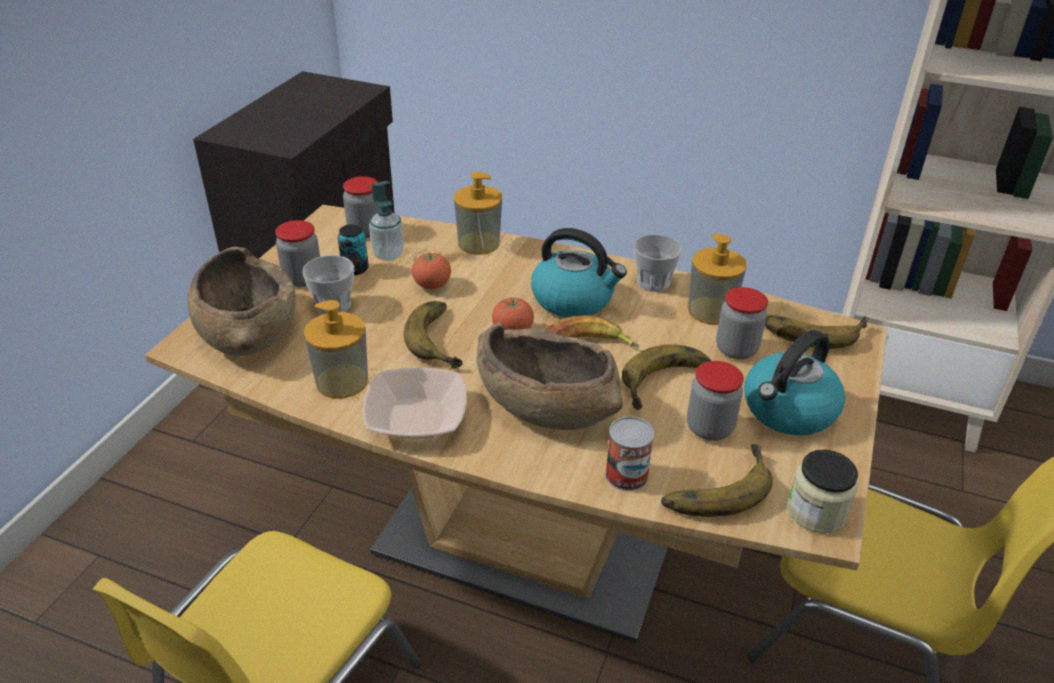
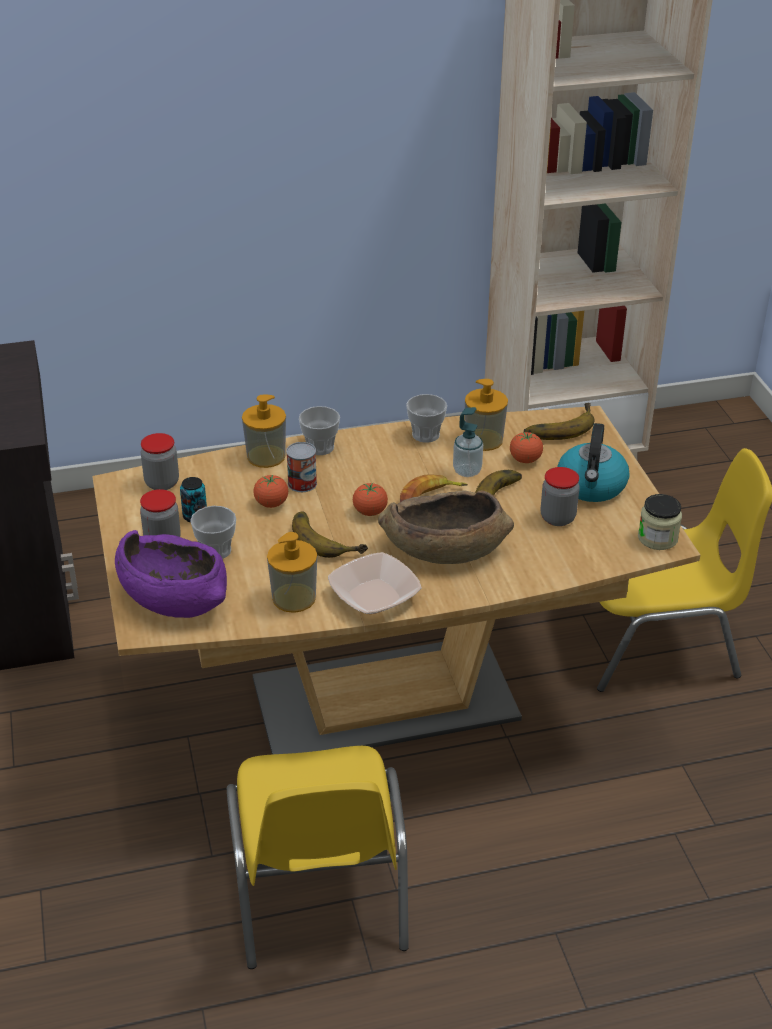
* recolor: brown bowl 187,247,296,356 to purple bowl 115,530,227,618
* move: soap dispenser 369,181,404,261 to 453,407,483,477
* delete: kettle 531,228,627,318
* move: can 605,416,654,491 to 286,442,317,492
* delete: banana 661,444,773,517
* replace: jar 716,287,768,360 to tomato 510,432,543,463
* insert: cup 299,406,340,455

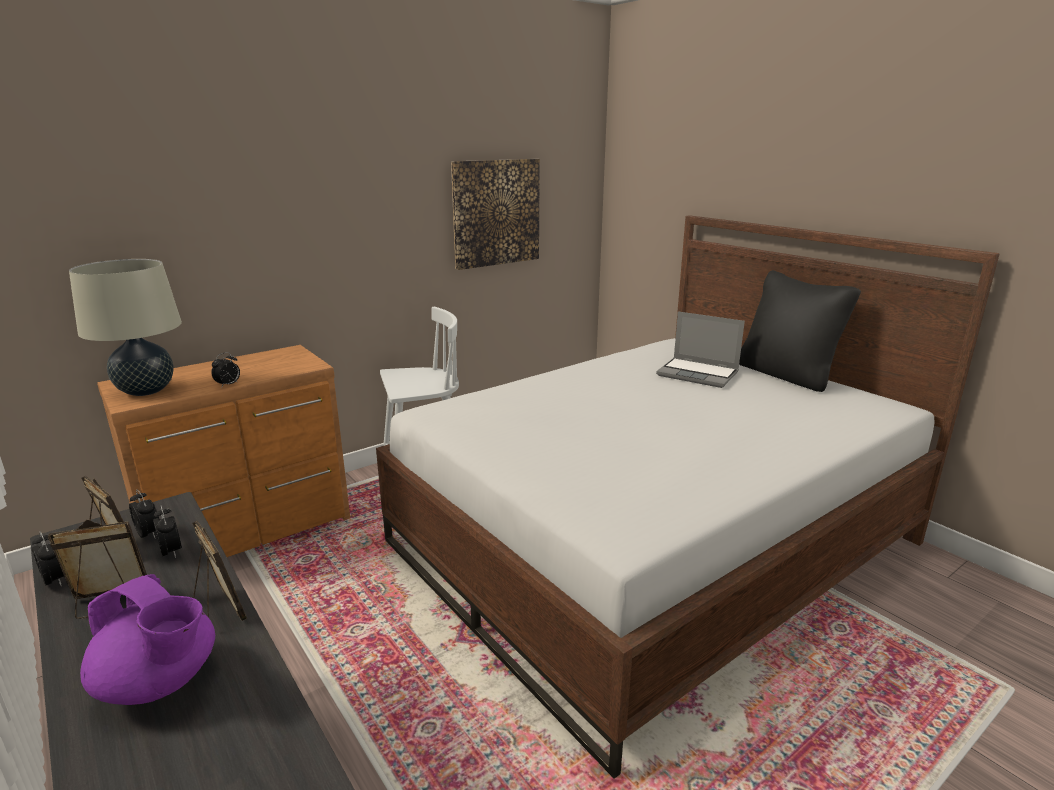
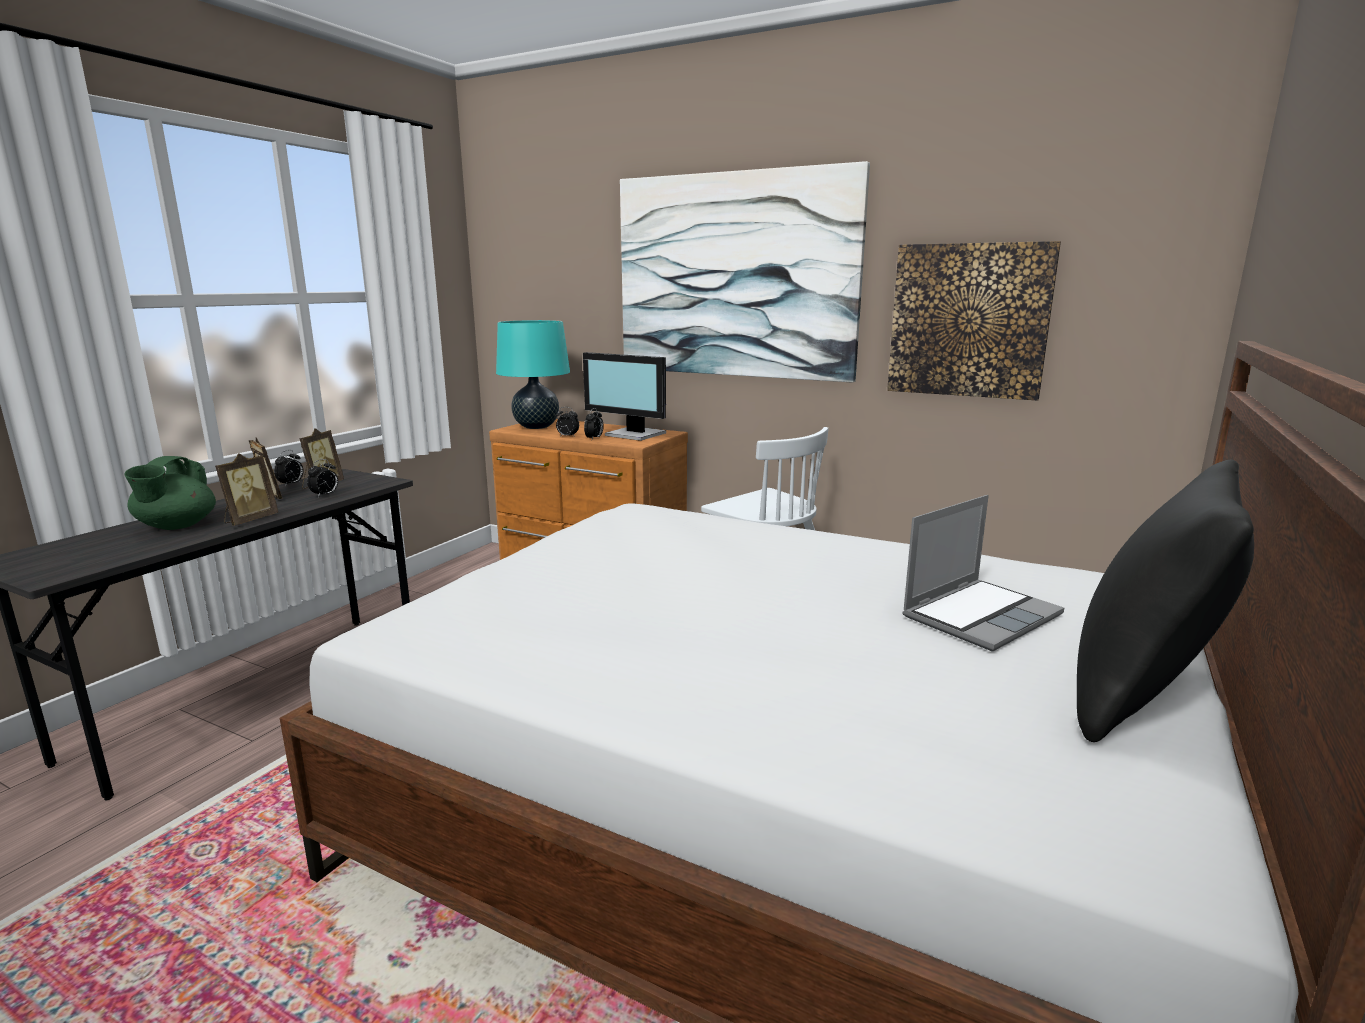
* recolor: beige table lamp 69,259,182,396 to turquoise table lamp 496,320,570,429
* recolor: purple teapot 80,574,215,705 to green teapot 124,456,216,530
* move: alarm clock 129,490,159,538 to 584,408,603,439
* rotate: laptop 656,311,745,388 = 902,495,1064,652 135 degrees counterclockwise
* insert: monitor 583,352,666,441
* insert: picture 620,161,870,383

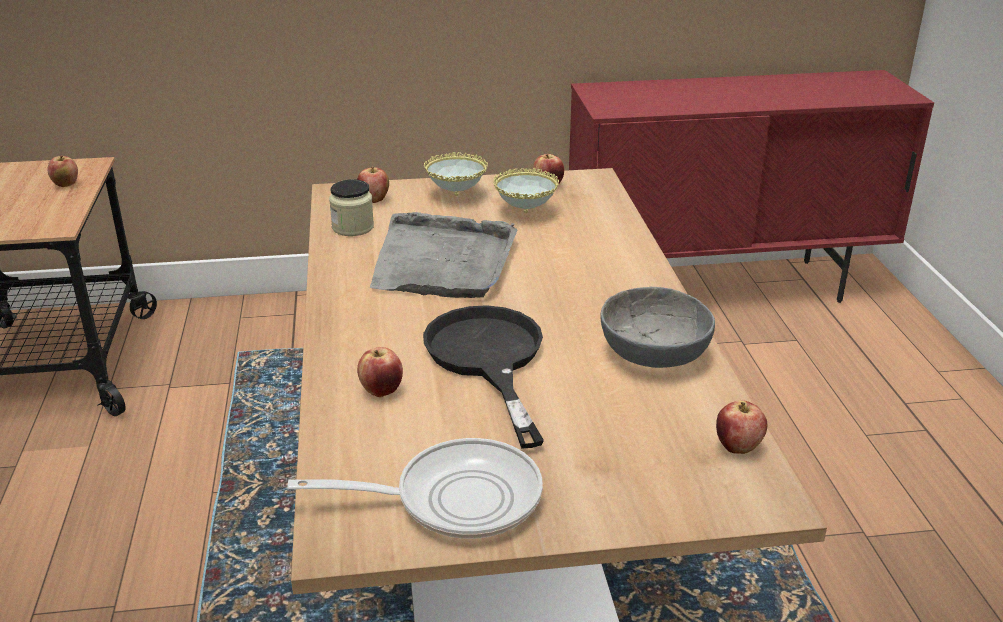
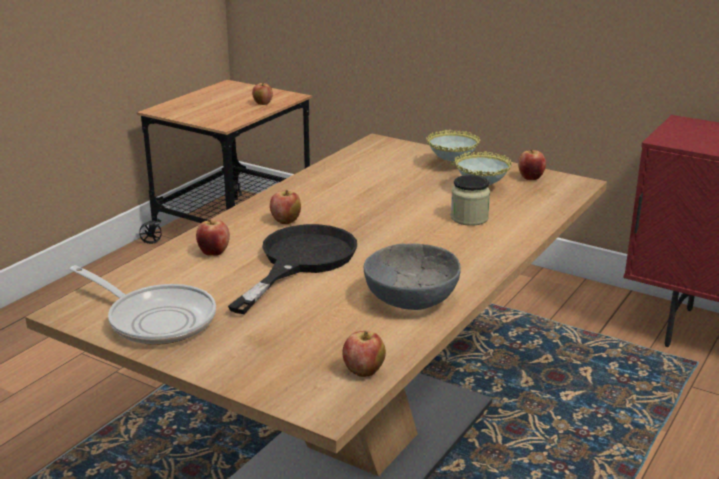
* move: jar 329,179,374,236 to 451,175,490,226
* move: apple 357,167,389,203 to 270,190,301,224
* delete: grey tray 370,212,518,298

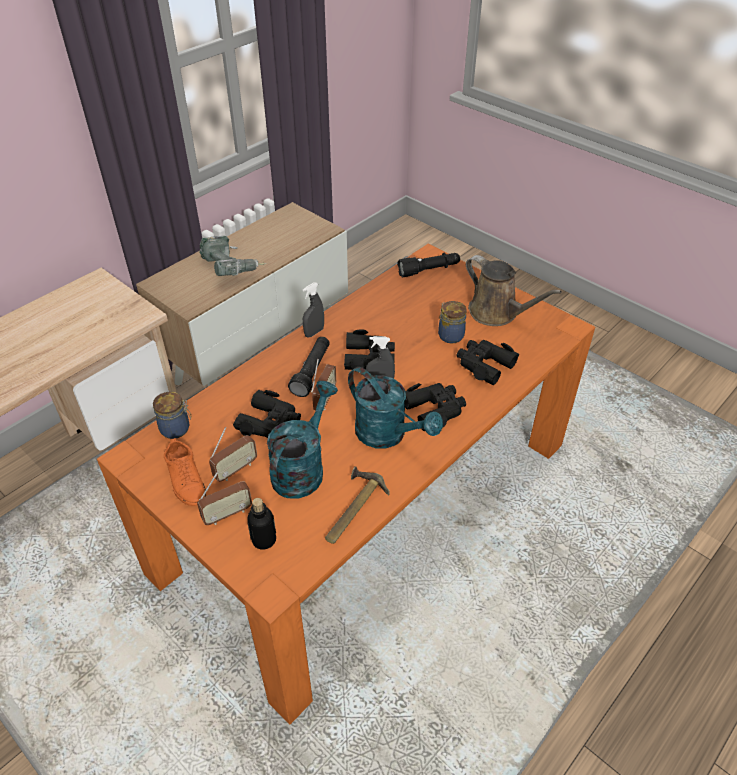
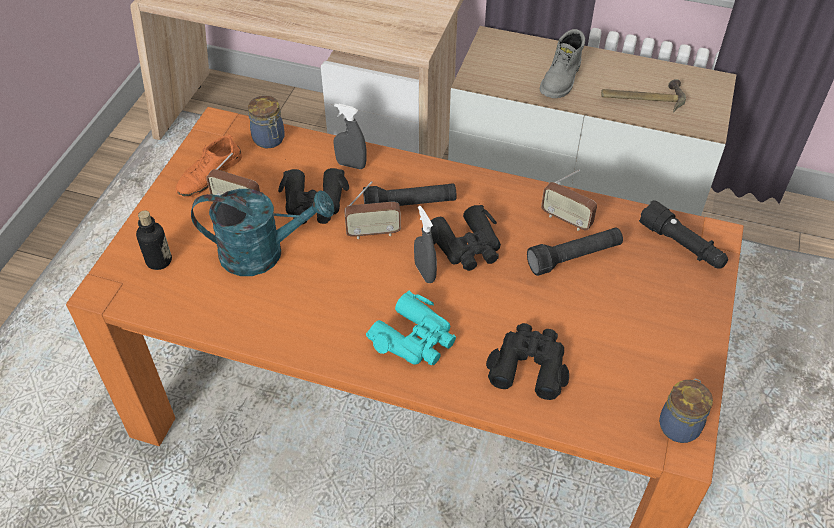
* move: radio 197,471,252,525 to 541,170,597,231
* replace: power drill 199,236,266,276 to grey boot 540,29,585,98
* move: grey spray bottle 303,282,324,338 to 334,104,367,169
* move: hammer 325,466,390,544 to 601,79,686,112
* delete: turquoise watering can 348,367,443,448
* recolor: black binoculars 404,383,466,431 to turquoise binoculars 366,291,456,365
* move: jar 438,301,467,344 to 659,378,713,443
* delete: brown watering can 466,255,562,326
* insert: black flashlight 527,228,623,276

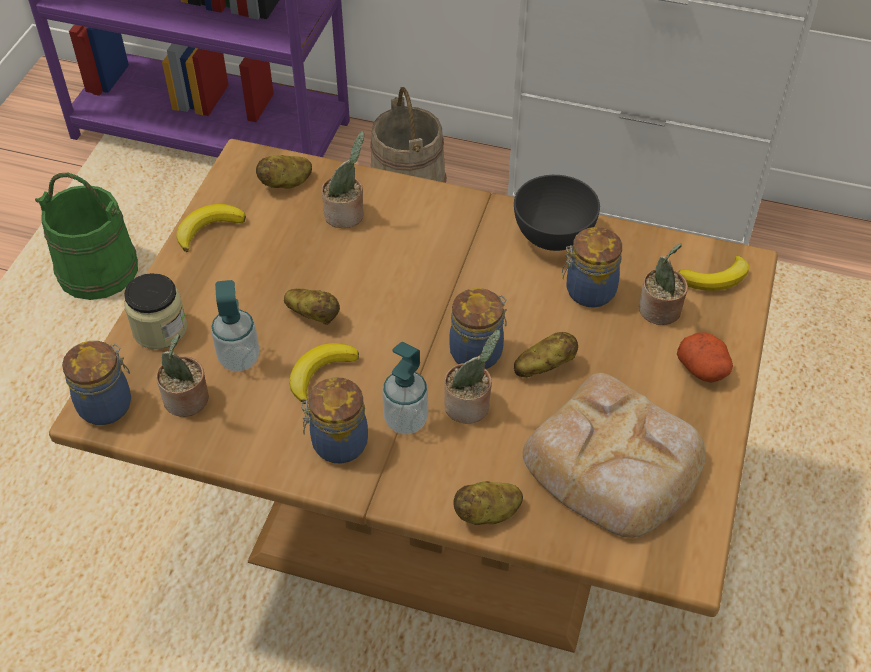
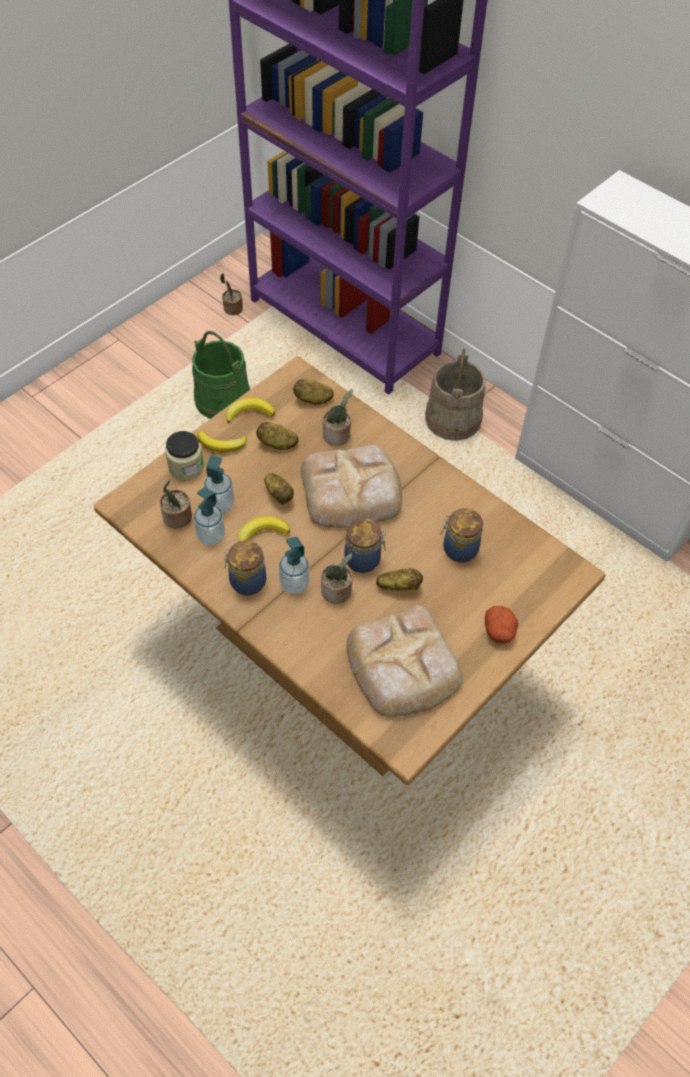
* delete: jar 62,341,131,425
* move: potato 453,481,523,525 to 256,422,298,450
* delete: grey bowl 514,175,600,251
* move: potted plant 639,244,688,325 to 220,273,243,315
* move: banana 679,255,749,291 to 197,430,247,453
* insert: soap dispenser 194,488,225,546
* insert: bread 301,445,402,528

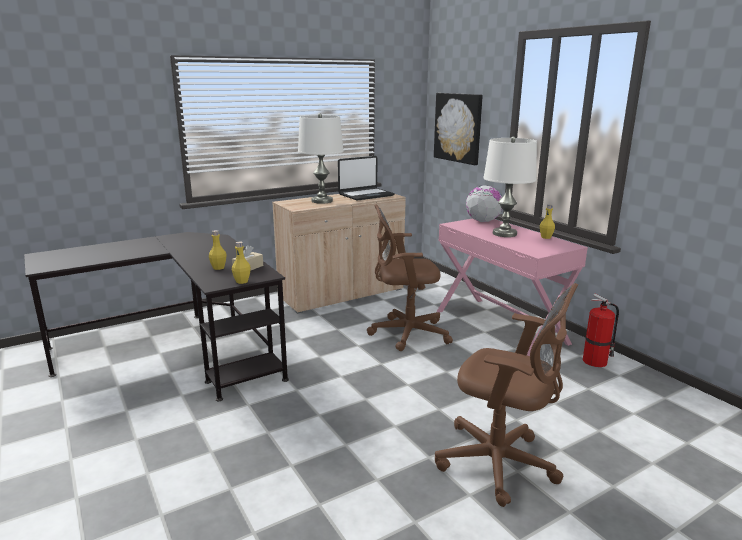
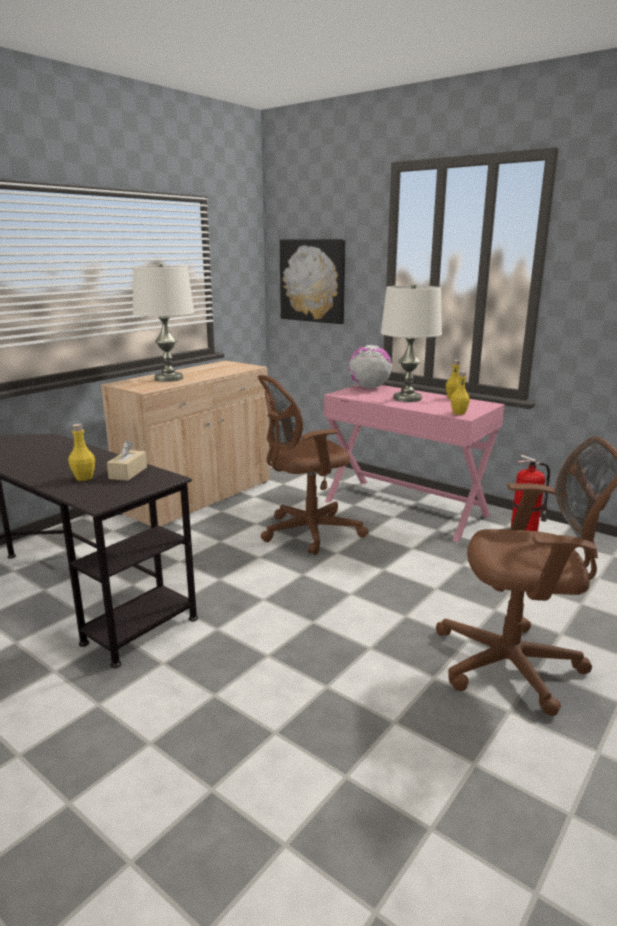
* move: yellow bottle 232,241,251,284 to 451,371,470,415
* delete: laptop 338,156,395,201

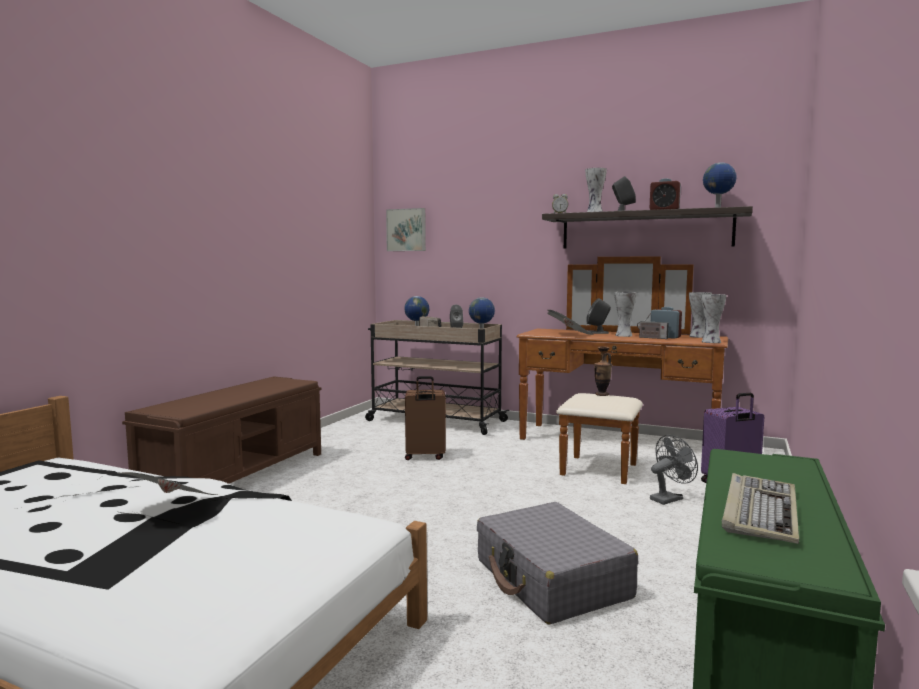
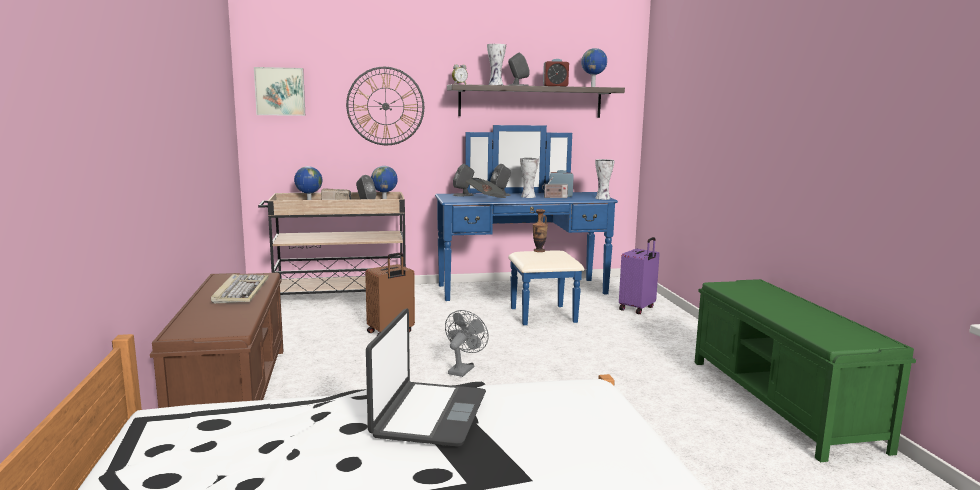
* replace: newspaper 117,472,218,495 to laptop 366,308,486,447
* delete: grey suitcase 477,502,638,625
* recolor: brown dresser 517,256,728,484 to blue dresser 435,125,618,325
* move: grey fan 650,435,698,505 to 445,310,489,377
* delete: vase 689,292,712,338
* move: keyboard 722,473,800,544 to 211,274,269,304
* insert: wall clock 346,67,424,145
* insert: grey speaker 453,164,474,196

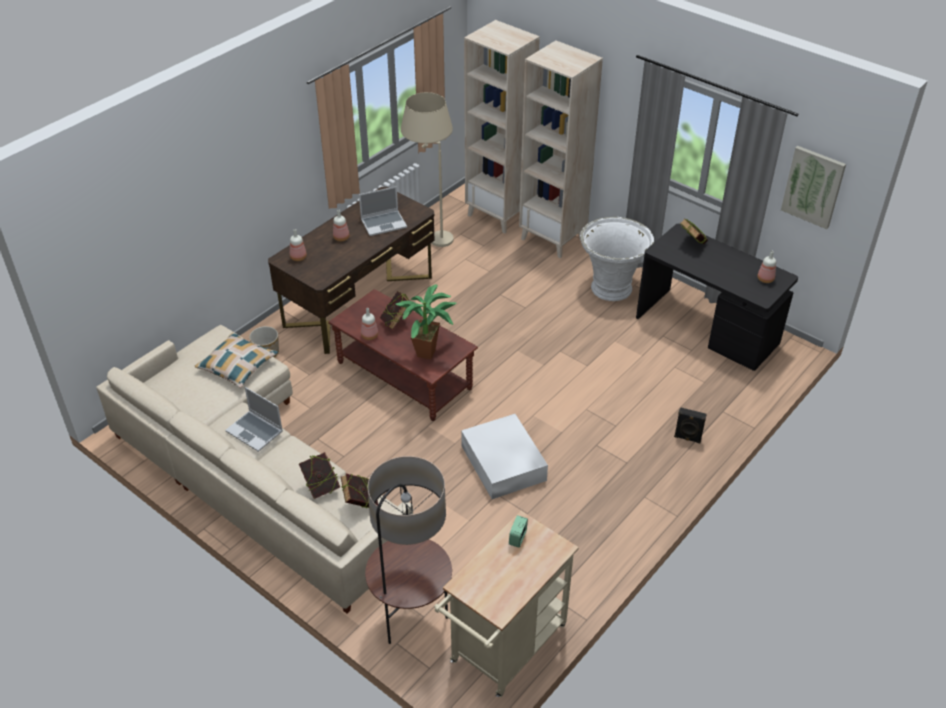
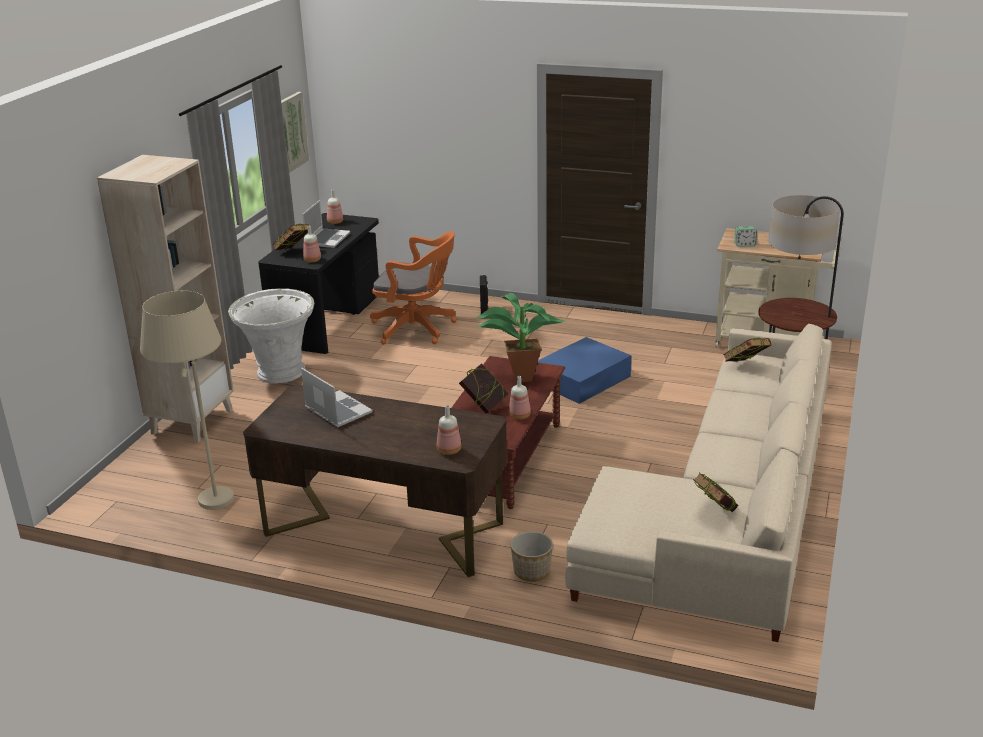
* delete: pillow 195,332,278,388
* move: laptop 225,387,283,452 to 302,200,350,248
* move: book 299,452,340,499 to 693,473,738,512
* move: bottle 333,210,350,241 to 303,226,321,262
* recolor: white storage box 461,414,548,499 to blue storage box 538,337,631,404
* delete: beige bookcase 464,20,540,234
* insert: orange office chair 370,231,457,345

